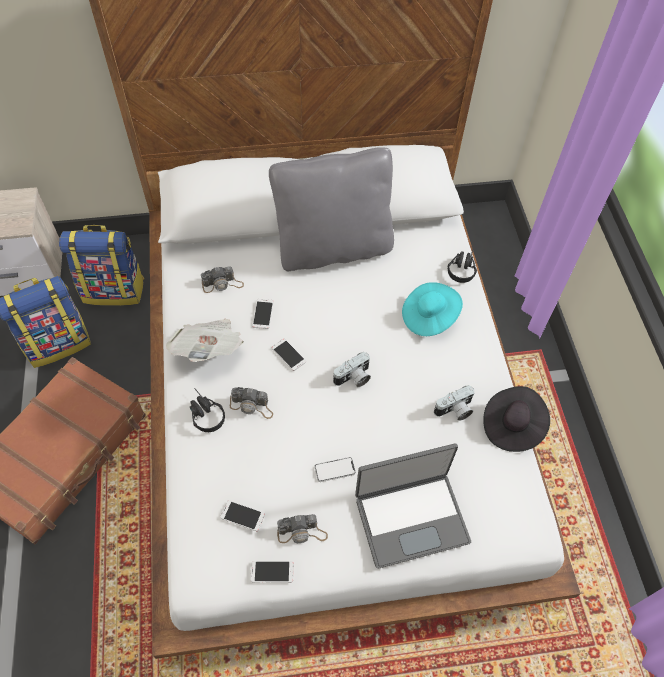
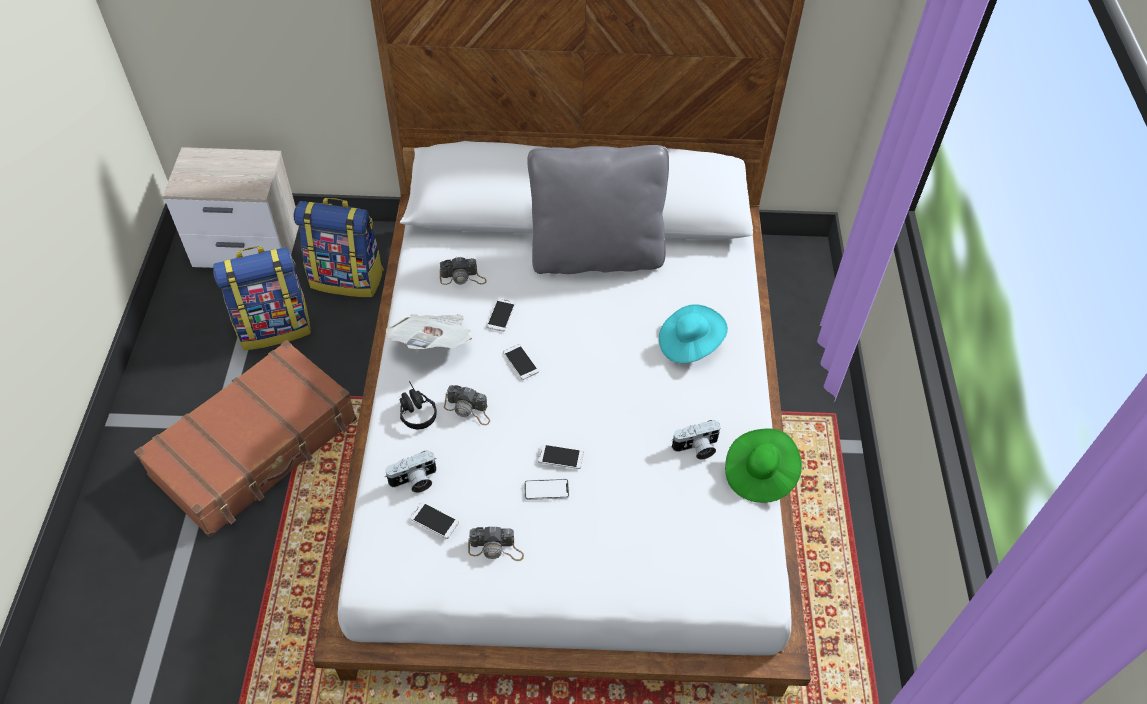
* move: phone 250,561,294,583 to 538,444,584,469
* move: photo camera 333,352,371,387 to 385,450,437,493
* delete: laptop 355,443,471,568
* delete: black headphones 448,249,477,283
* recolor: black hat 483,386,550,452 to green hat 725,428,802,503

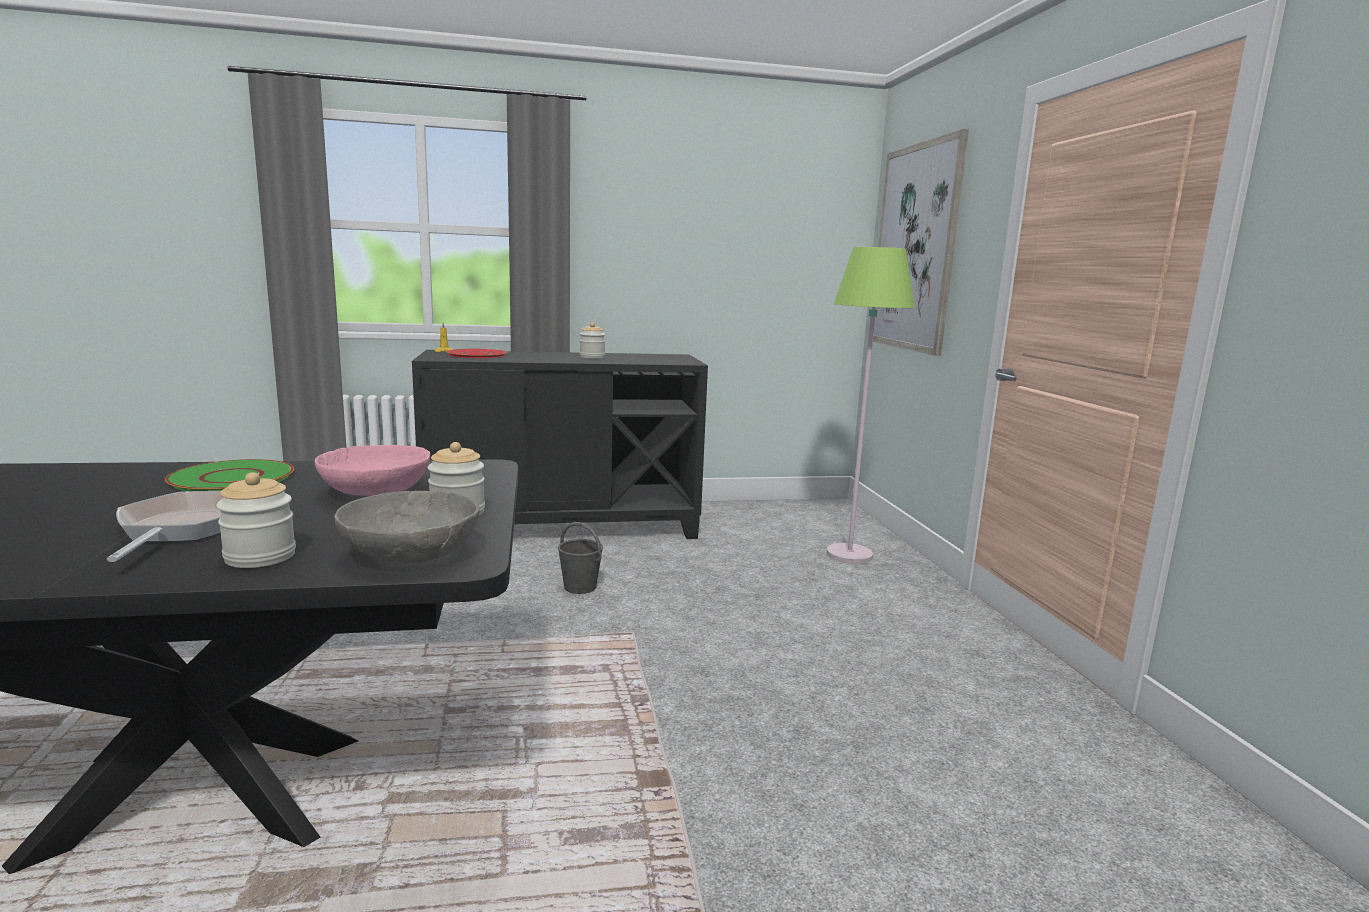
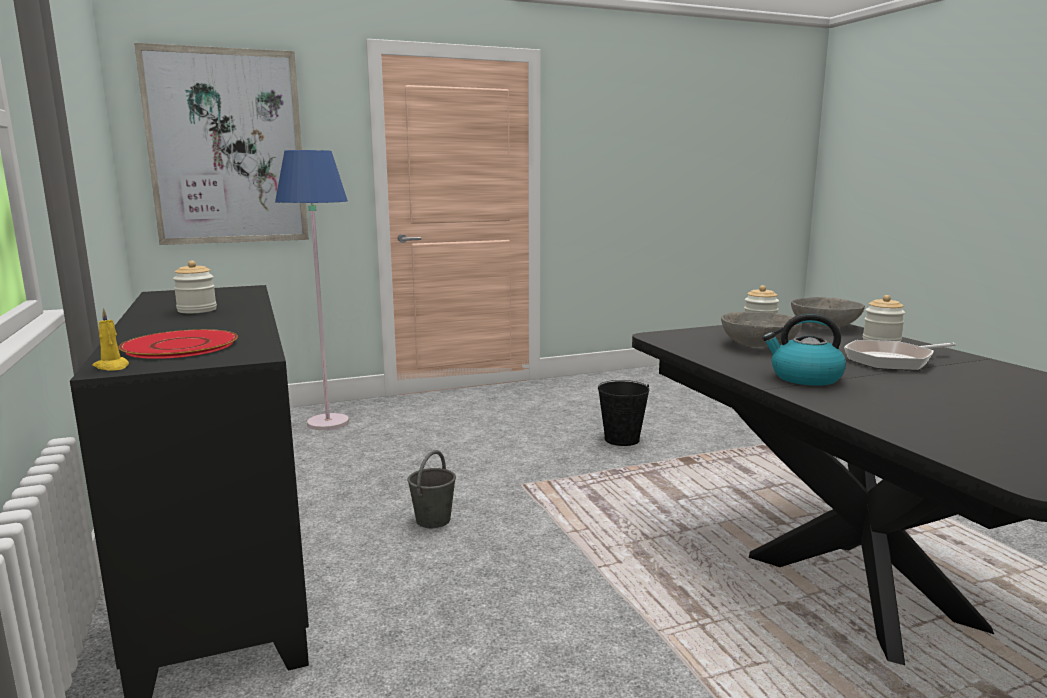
* replace: green plate 165,459,294,491 to kettle 763,313,846,386
* recolor: pink bowl 315,445,430,496 to grey bowl 721,312,803,347
* recolor: green floor lamp 827,247,915,564 to blue floor lamp 275,150,349,430
* insert: black bucket 598,380,649,446

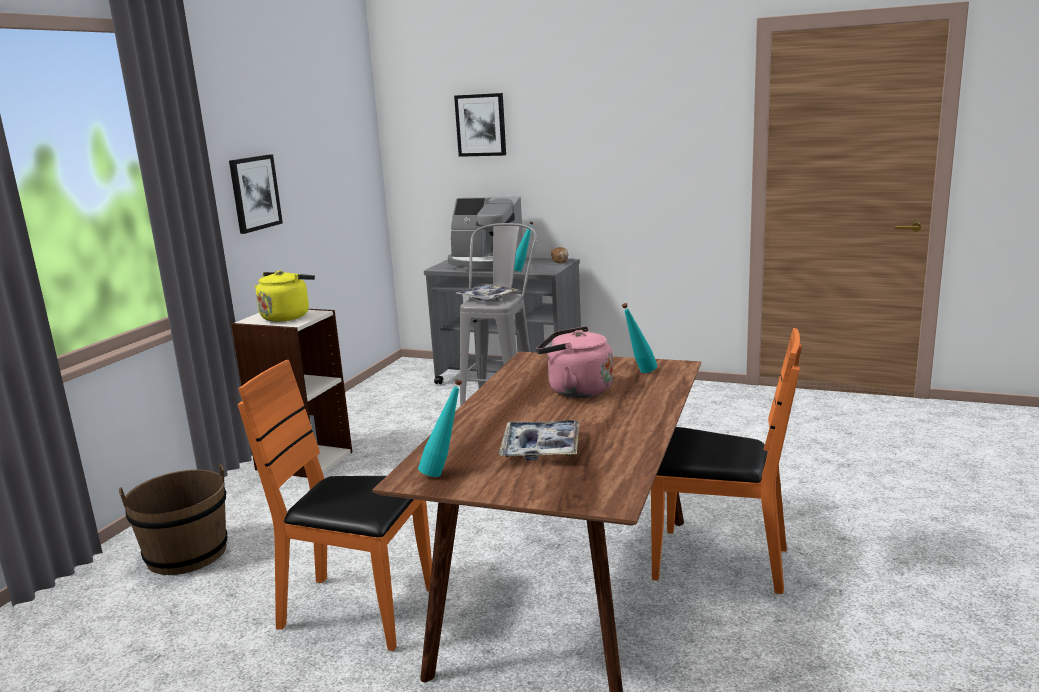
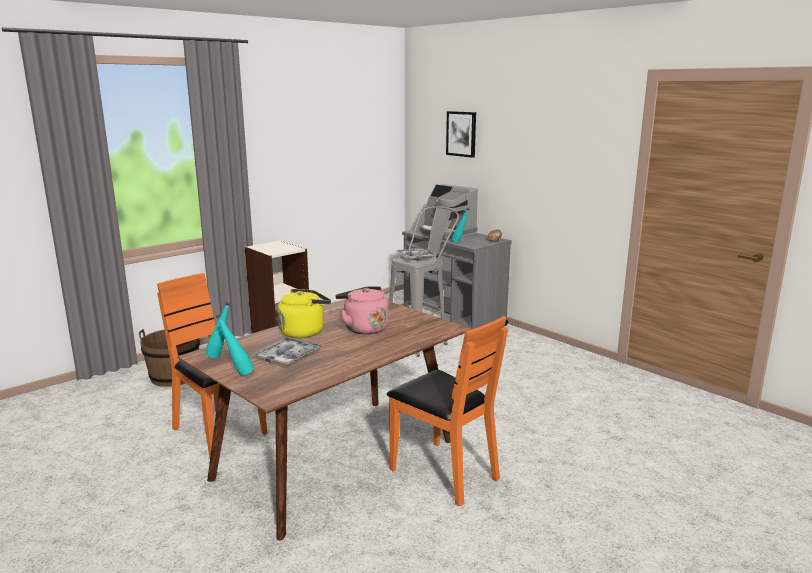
* delete: picture 229,154,283,234
* move: yellow kettle 255,271,315,322 to 278,289,331,338
* move: turquoise bottle 622,303,657,373 to 216,314,254,376

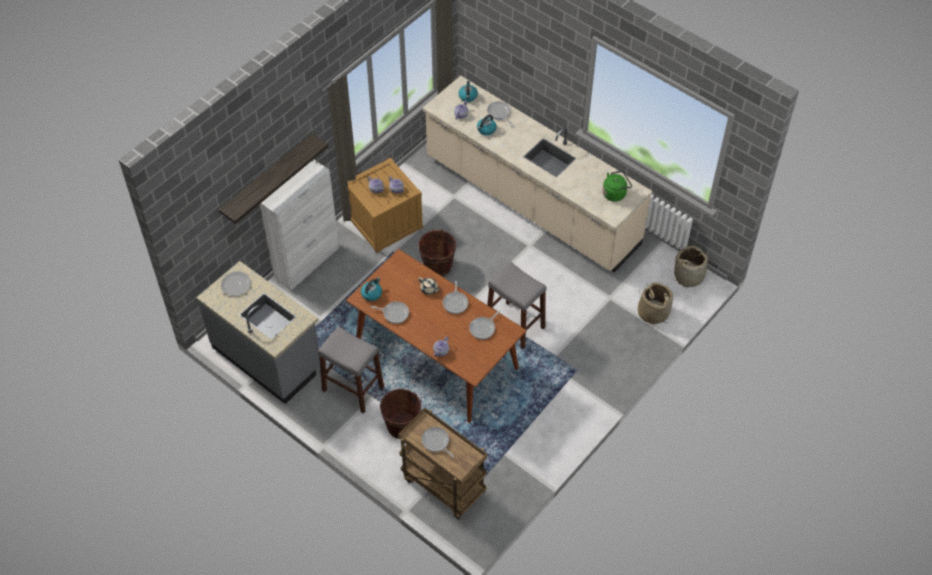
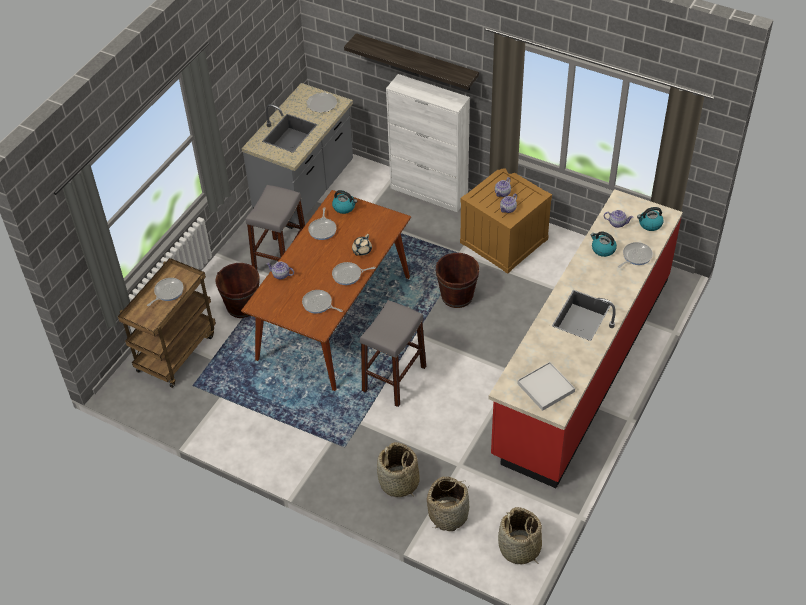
* recolor: beige counter 422,76,652,272 to red counter 488,189,683,488
* replace: green kettle 602,171,632,202 to white tray 517,362,575,411
* insert: basket 377,442,420,497

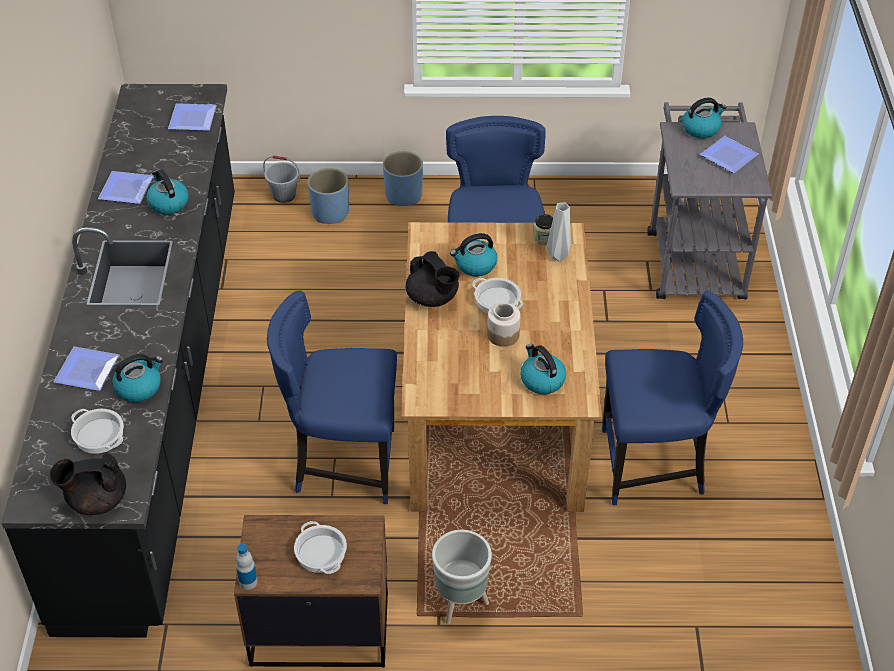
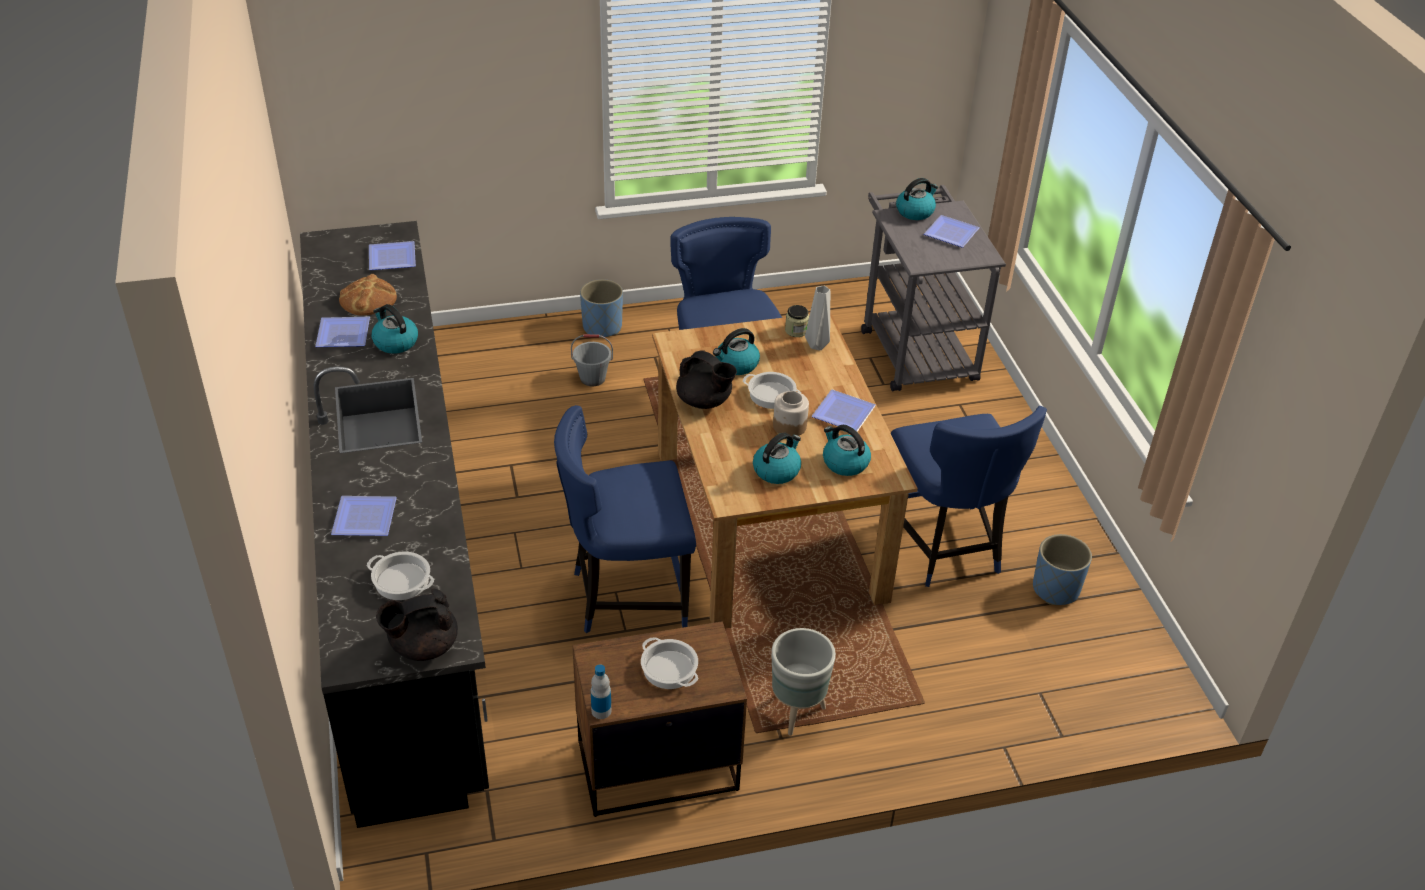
* move: kettle 113,354,163,402 to 753,432,801,484
* move: grey bucket 263,155,300,203 to 571,334,613,387
* move: blue planter 307,168,349,224 to 1033,534,1092,605
* rotate: blue chair 602,291,743,505 = 891,406,1047,587 90 degrees clockwise
* insert: bread 339,274,397,316
* insert: plate 812,389,876,432

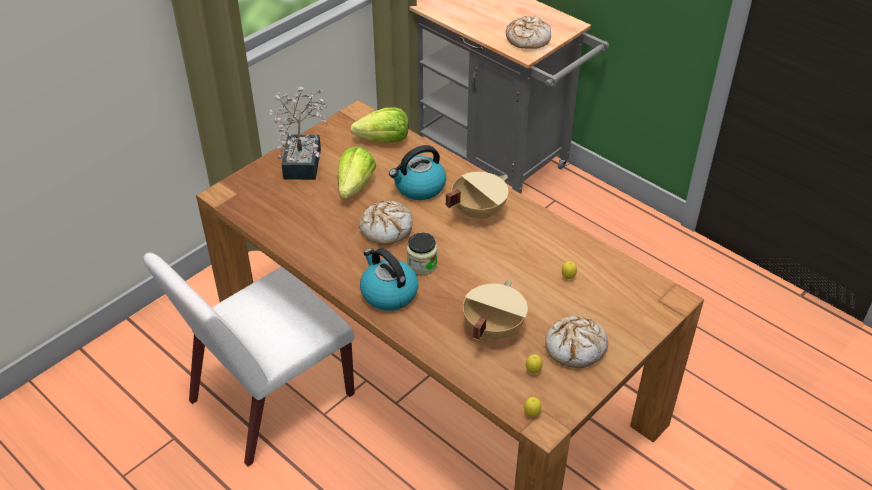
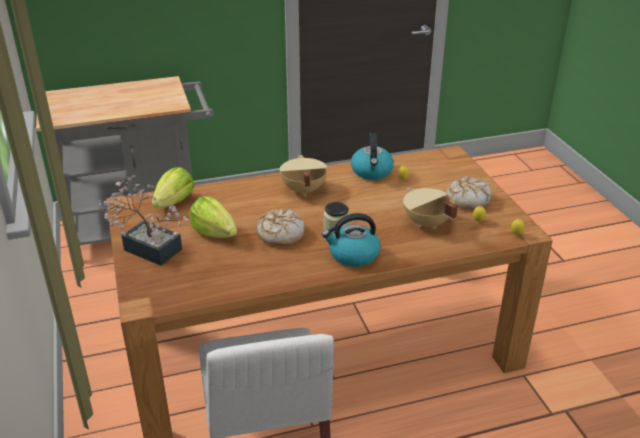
* move: kettle 389,145,446,200 to 351,133,394,180
* delete: bread 506,15,551,49

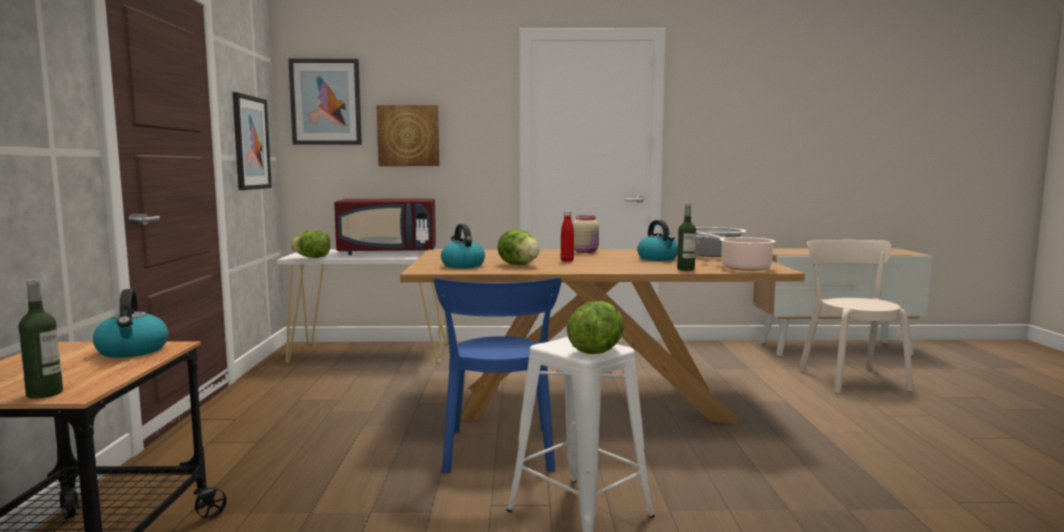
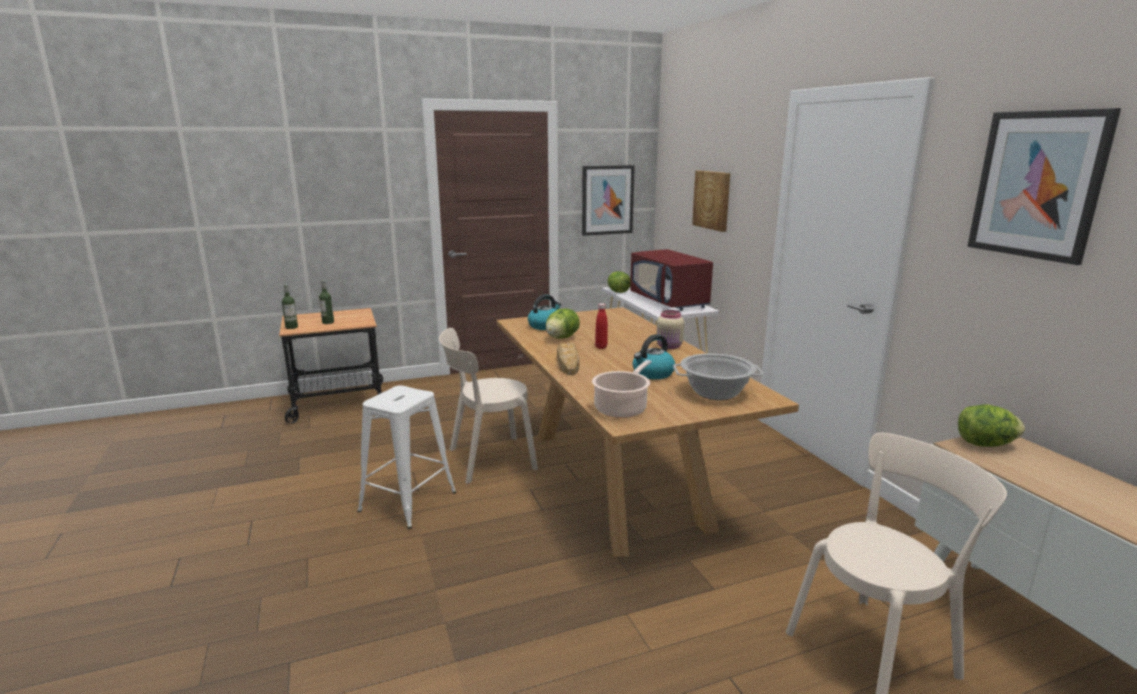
* delete: kettle 93,289,169,358
* move: picture 288,59,362,145 to 967,108,1121,265
* recolor: blue chair 434,277,561,474 to beige chair 439,328,538,484
* move: lettuce 567,301,624,354 to 958,404,1025,447
* move: bottle 677,204,696,271 to 319,280,334,324
* insert: bread 557,343,579,375

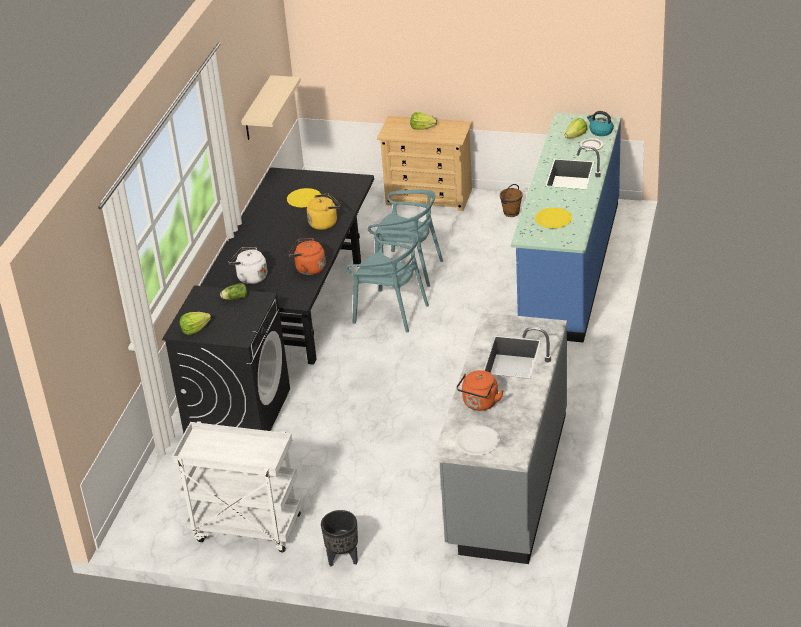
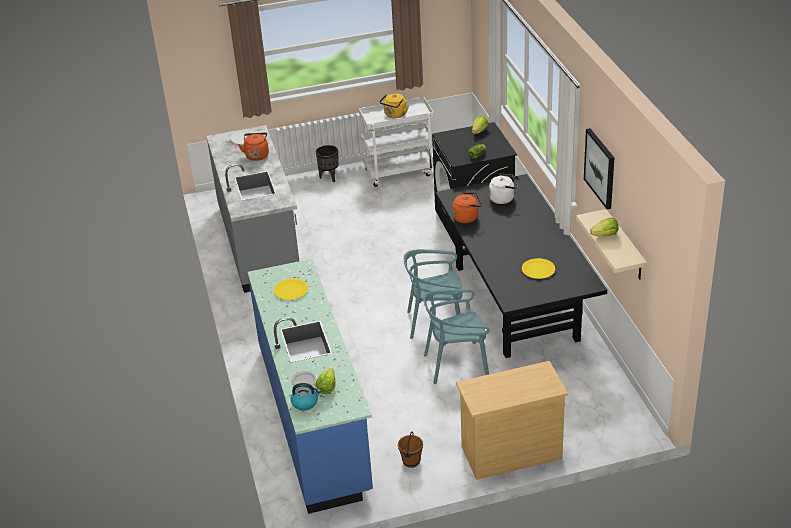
* move: yellow kettle 307,194,341,230 to 379,94,409,118
* move: lettuce 410,112,437,130 to 590,218,619,236
* insert: picture 584,128,614,209

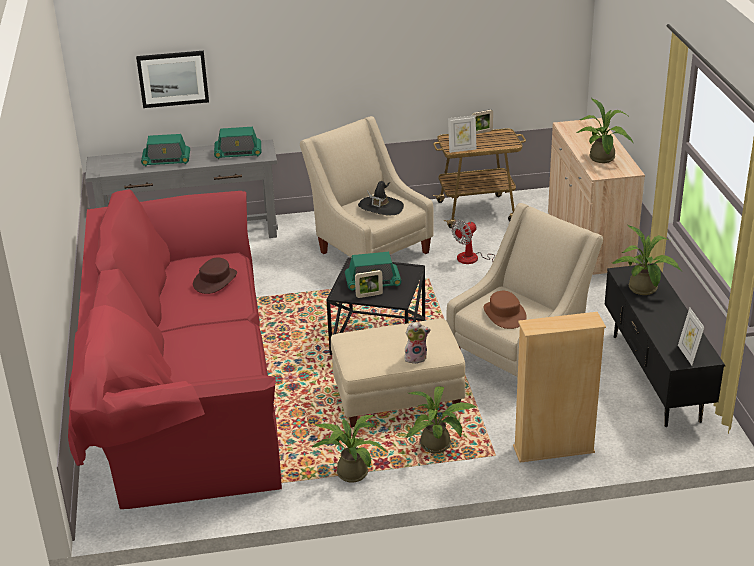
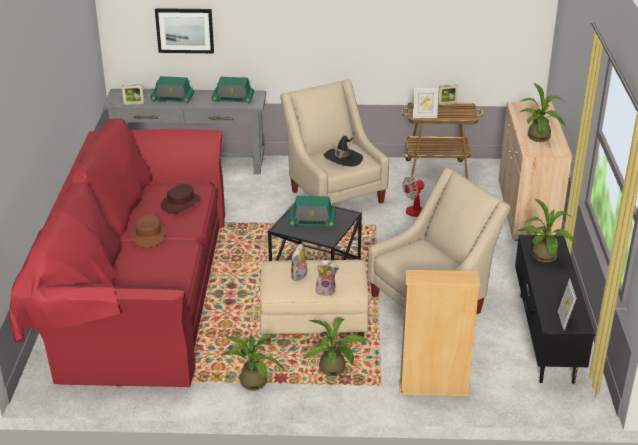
* move: picture frame 355,270,383,298 to 122,85,144,104
* move: brown hat 484,291,527,329 to 132,215,166,248
* insert: plush toy 291,243,308,281

